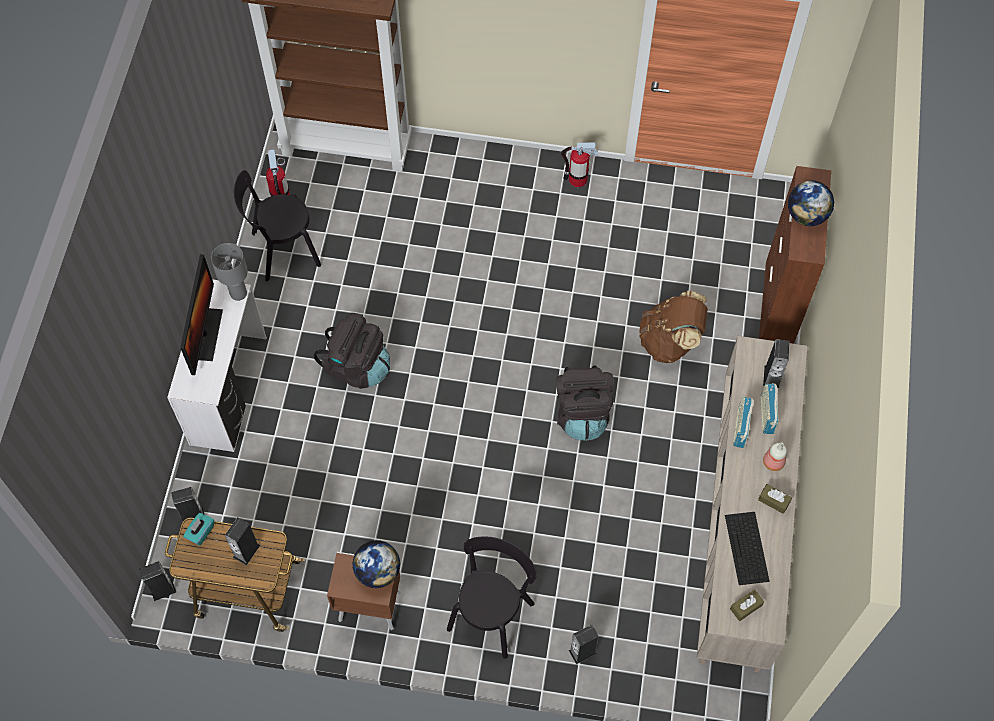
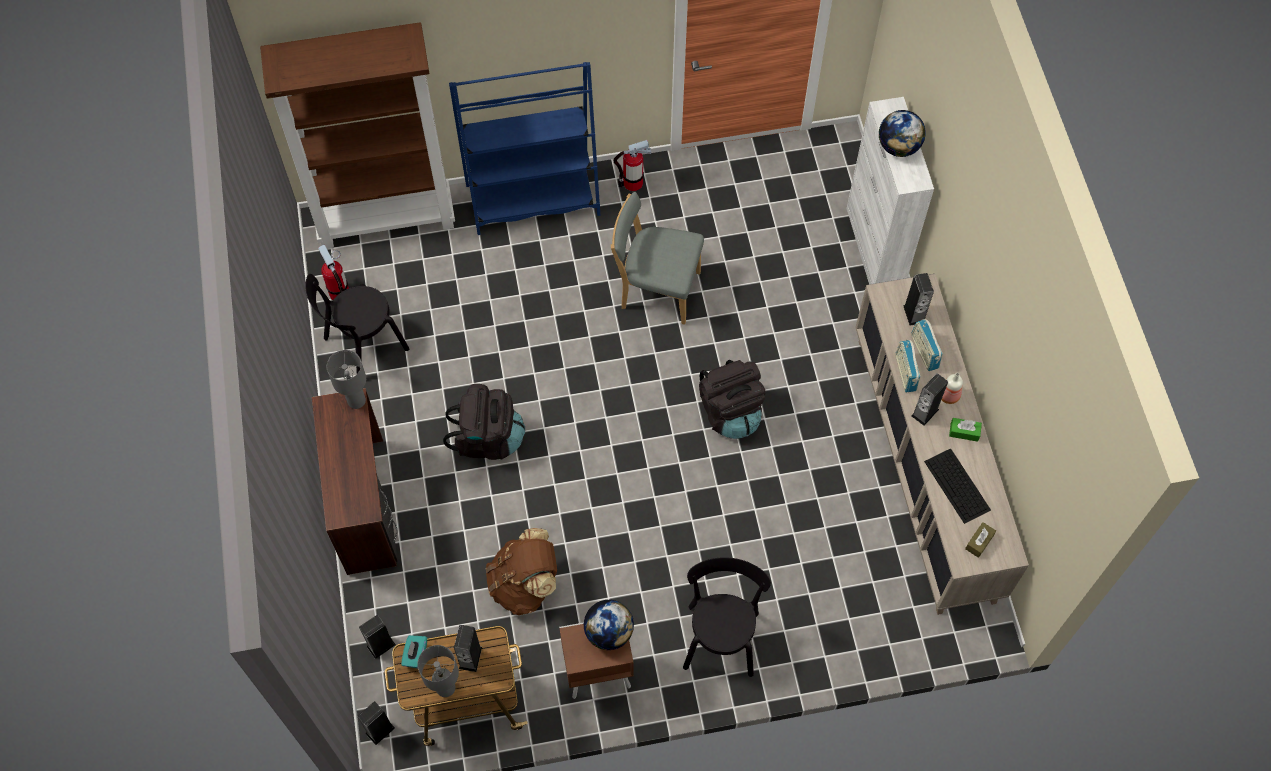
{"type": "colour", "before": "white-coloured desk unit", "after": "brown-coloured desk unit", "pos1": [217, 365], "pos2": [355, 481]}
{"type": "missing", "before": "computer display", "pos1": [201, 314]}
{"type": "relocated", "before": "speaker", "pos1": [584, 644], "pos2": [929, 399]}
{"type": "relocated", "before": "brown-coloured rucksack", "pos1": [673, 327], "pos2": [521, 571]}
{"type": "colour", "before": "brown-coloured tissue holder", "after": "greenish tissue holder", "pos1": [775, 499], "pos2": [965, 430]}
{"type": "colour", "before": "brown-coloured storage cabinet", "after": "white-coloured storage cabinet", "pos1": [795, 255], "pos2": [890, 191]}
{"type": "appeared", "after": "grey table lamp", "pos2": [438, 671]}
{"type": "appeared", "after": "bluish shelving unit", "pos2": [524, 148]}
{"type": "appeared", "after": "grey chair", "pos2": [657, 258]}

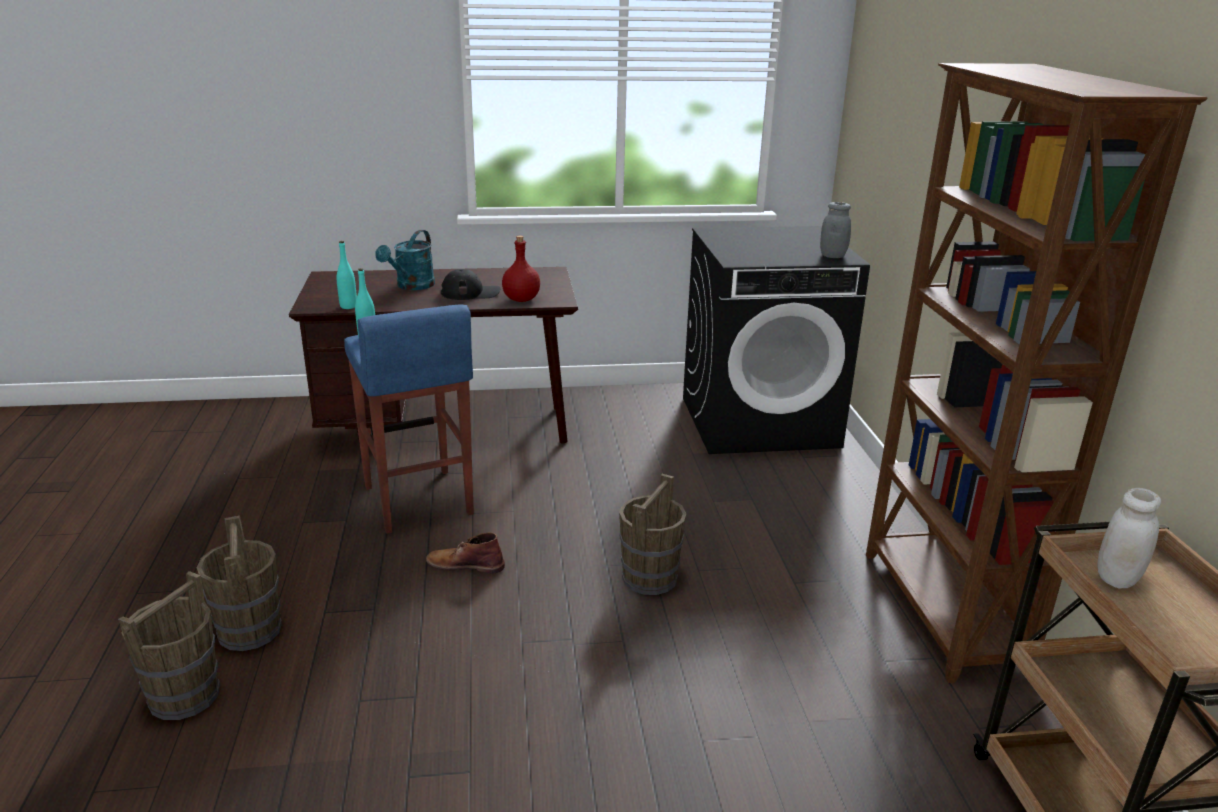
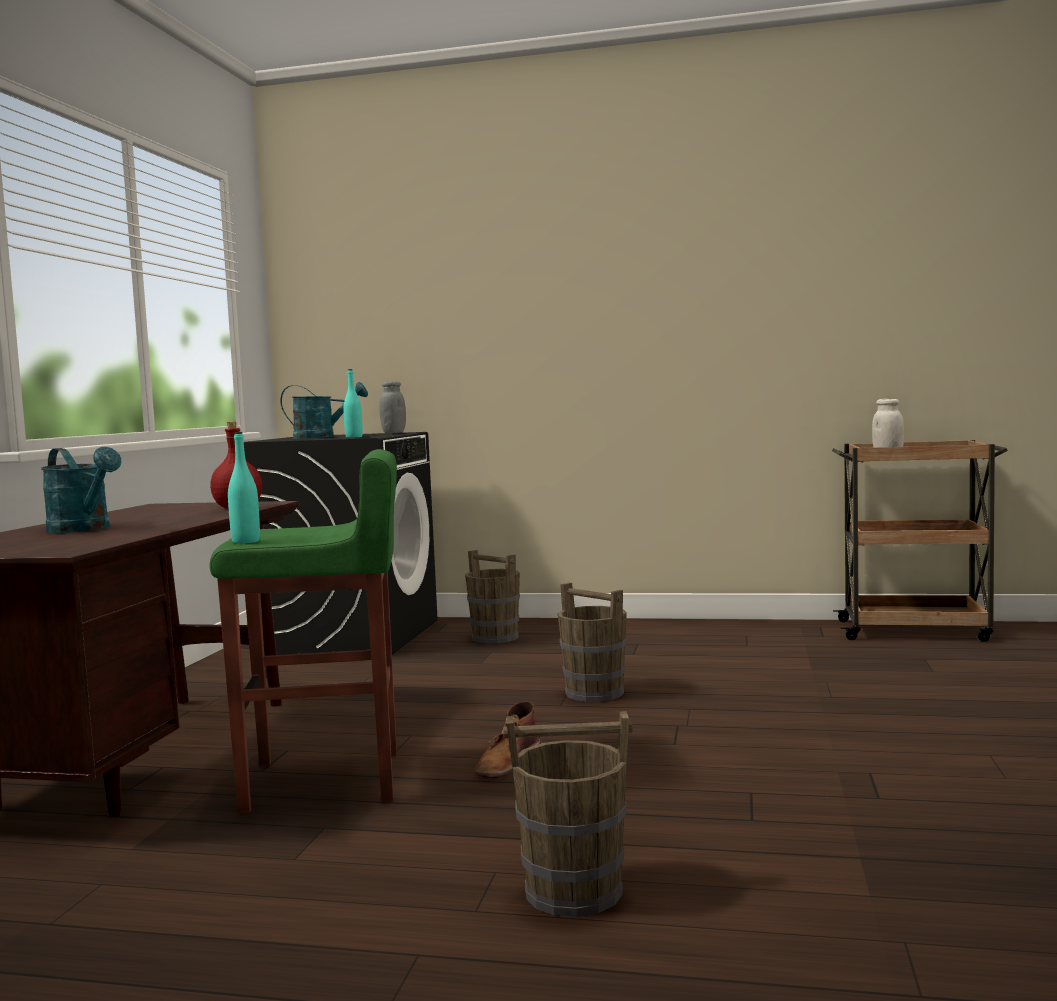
{"type": "relocated", "before": "brown-coloured bucket", "pos1": [169, 645], "pos2": [492, 597]}
{"type": "relocated", "before": "turquoise drink bottle", "pos1": [347, 275], "pos2": [353, 403]}
{"type": "colour", "before": "bluish stool", "after": "greenish stool", "pos1": [409, 419], "pos2": [303, 631]}
{"type": "missing", "before": "black cap", "pos1": [471, 284]}
{"type": "missing", "before": "brown-coloured shelving unit", "pos1": [1036, 373]}
{"type": "appeared", "after": "turquoise watering can", "pos2": [324, 410]}

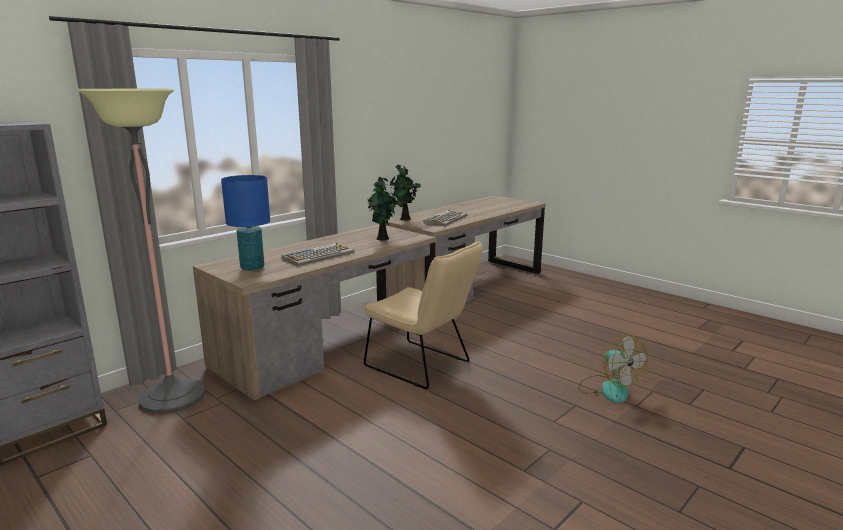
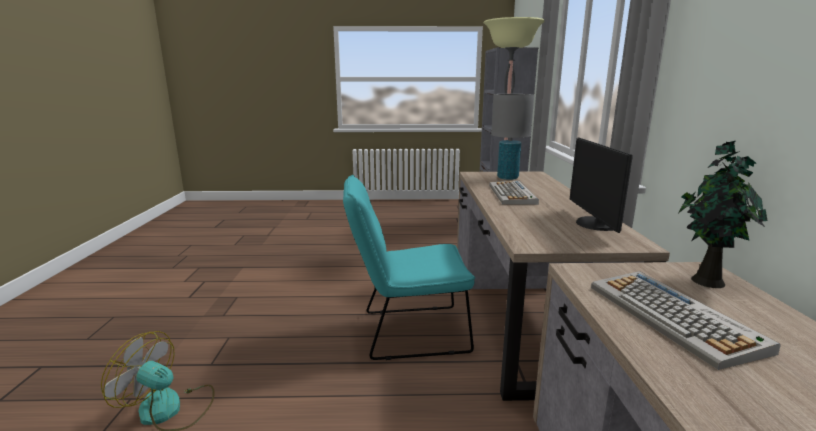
{"type": "colour", "before": "bluish table lamp", "after": "grey table lamp", "pos1": [245, 223], "pos2": [512, 137]}
{"type": "colour", "before": "sand-coloured chair", "after": "turquoise chair", "pos1": [423, 315], "pos2": [409, 267]}
{"type": "missing", "before": "houseplant", "pos1": [383, 208]}
{"type": "appeared", "after": "computer display", "pos2": [601, 185]}

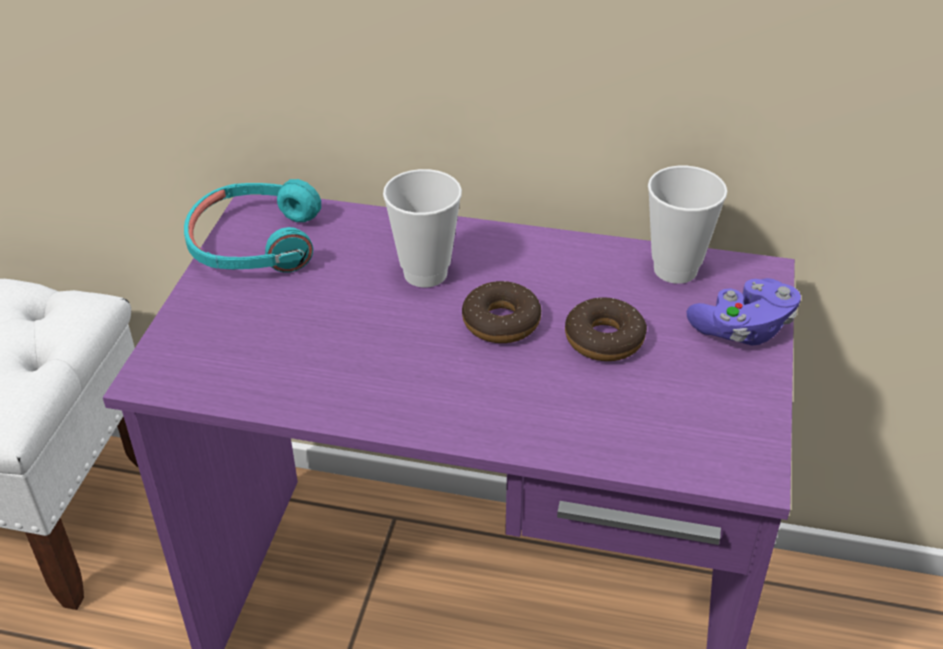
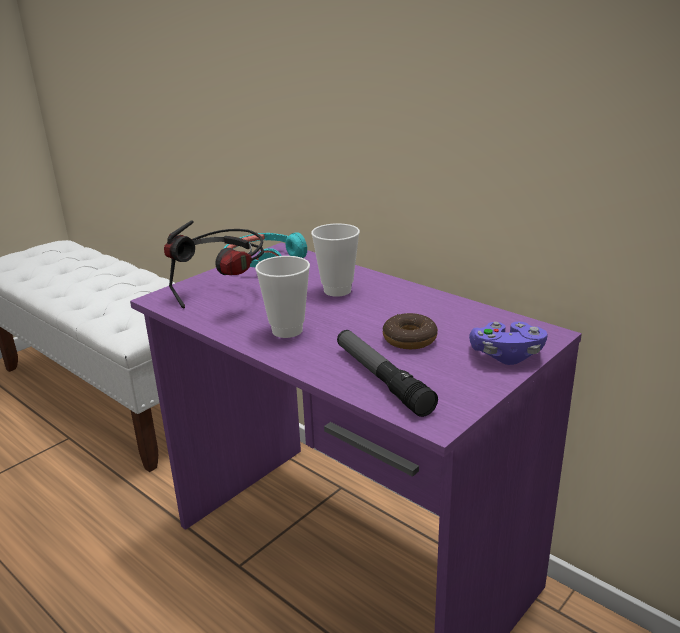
{"type": "missing", "before": "doughnut", "pos1": [501, 312]}
{"type": "relocated", "before": "drinking cup", "pos1": [687, 225], "pos2": [282, 297]}
{"type": "appeared", "after": "headphones", "pos2": [214, 264]}
{"type": "appeared", "after": "torch", "pos2": [387, 373]}

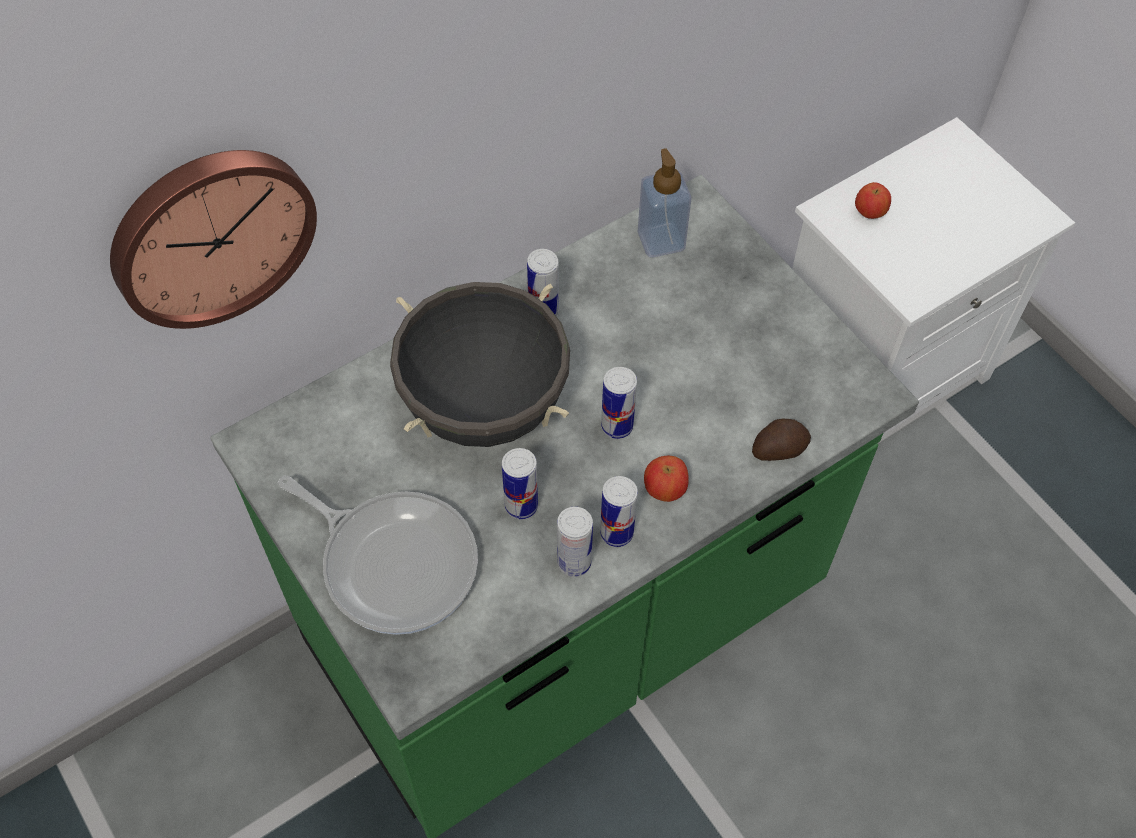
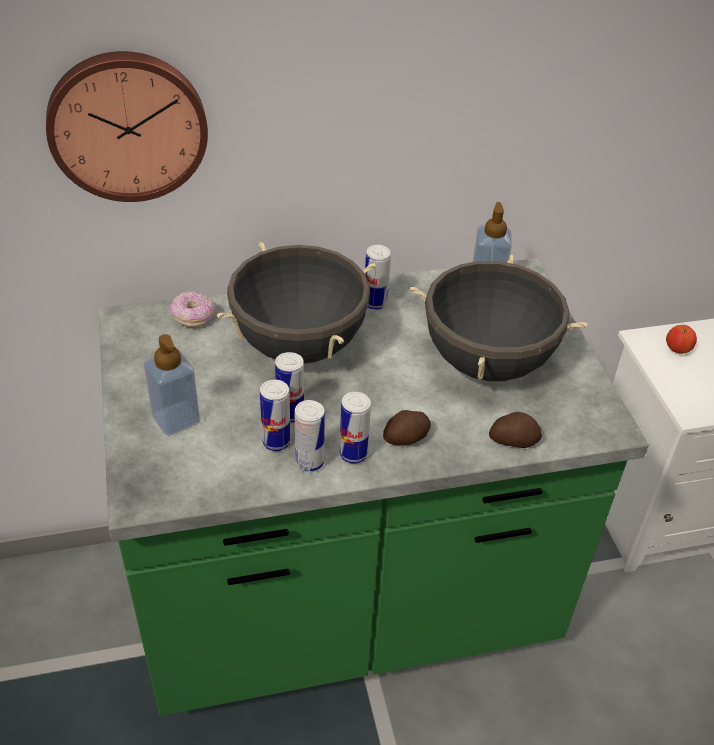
{"type": "exchanged", "before": "frying pan", "after": "soap bottle", "pos1": [378, 555], "pos2": [172, 385]}
{"type": "relocated", "before": "sealed can", "pos1": [619, 403], "pos2": [275, 415]}
{"type": "exchanged", "before": "apple", "after": "potato", "pos1": [666, 479], "pos2": [407, 427]}
{"type": "appeared", "after": "doughnut", "pos2": [192, 309]}
{"type": "appeared", "after": "black saucepot", "pos2": [498, 318]}

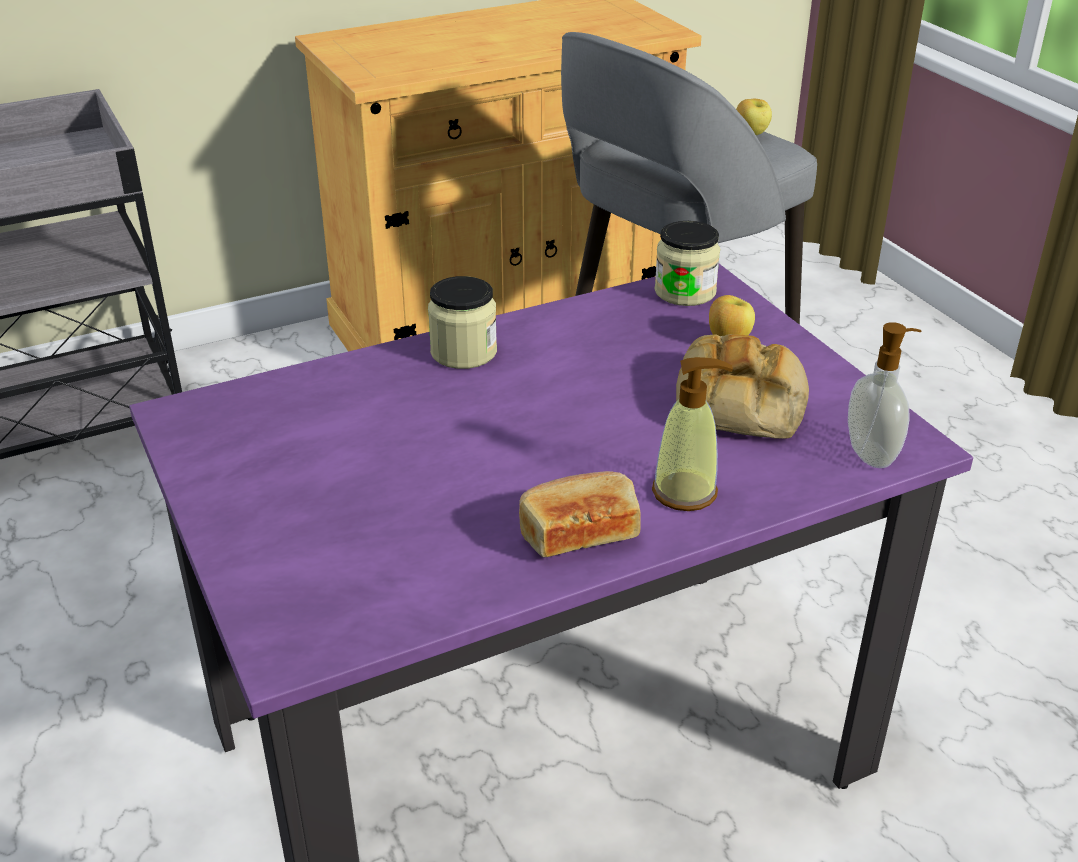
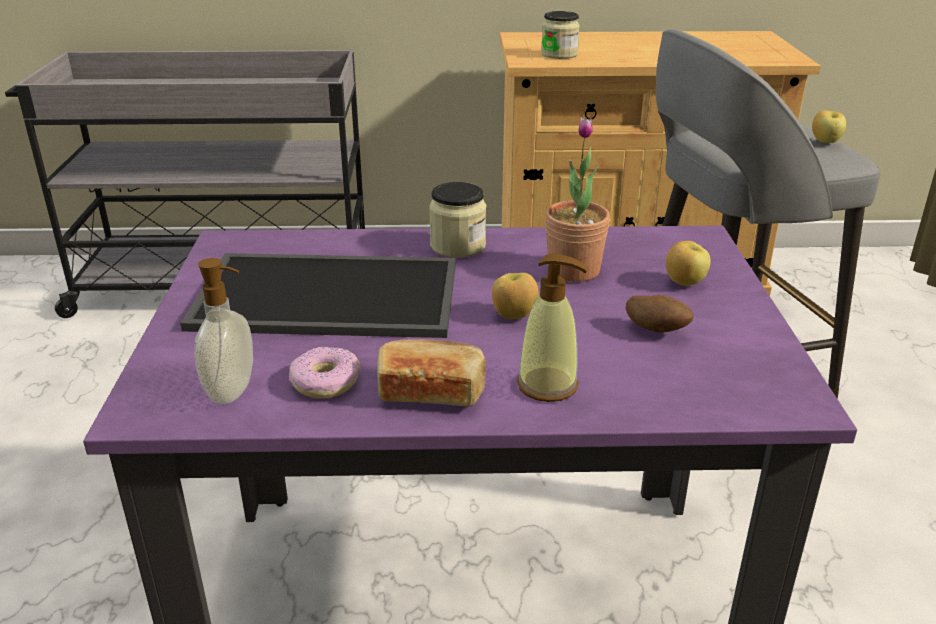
{"type": "relocated", "before": "preserve jar", "pos1": [687, 263], "pos2": [560, 35]}
{"type": "exchanged", "before": "bakery bread", "after": "potato", "pos1": [742, 386], "pos2": [660, 314]}
{"type": "relocated", "before": "soap bottle", "pos1": [884, 395], "pos2": [223, 331]}
{"type": "appeared", "after": "serving tray", "pos2": [318, 295]}
{"type": "appeared", "after": "doughnut", "pos2": [324, 372]}
{"type": "appeared", "after": "apple", "pos2": [515, 296]}
{"type": "appeared", "after": "houseplant", "pos2": [577, 199]}

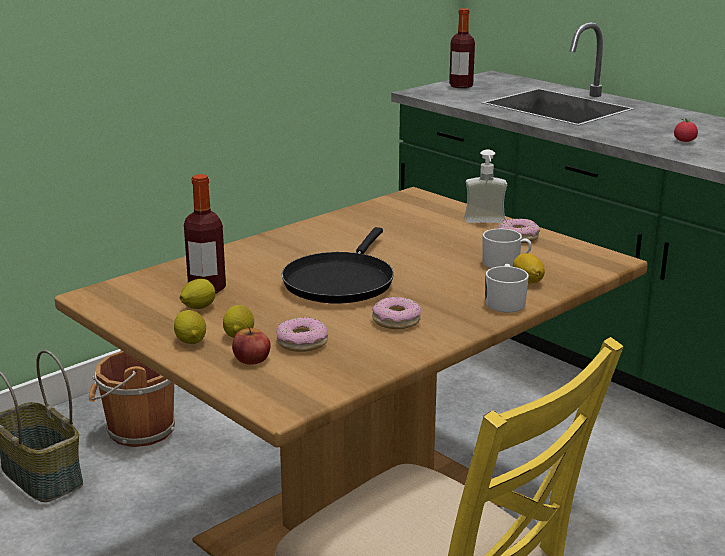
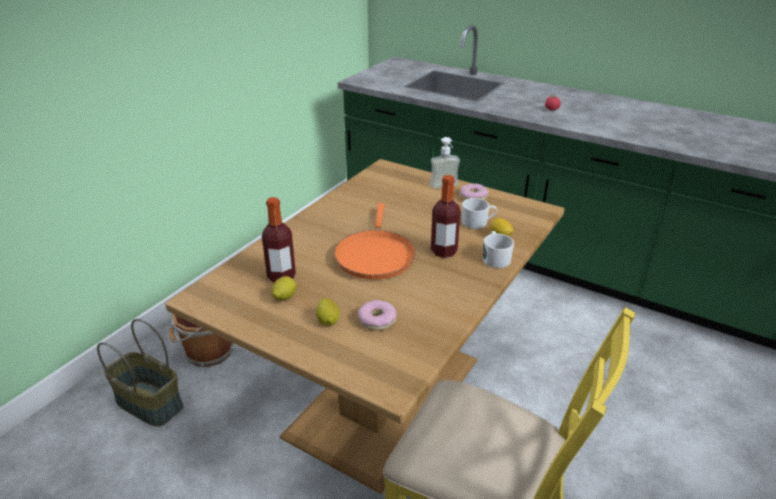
{"type": "missing", "before": "whole lemon", "pos1": [190, 327]}
{"type": "missing", "before": "apple", "pos1": [251, 344]}
{"type": "colour", "before": "black frying pan", "after": "orange-coloured frying pan", "pos1": [338, 265], "pos2": [375, 241]}
{"type": "missing", "before": "doughnut", "pos1": [396, 313]}
{"type": "relocated", "before": "drink bottle", "pos1": [462, 48], "pos2": [446, 216]}

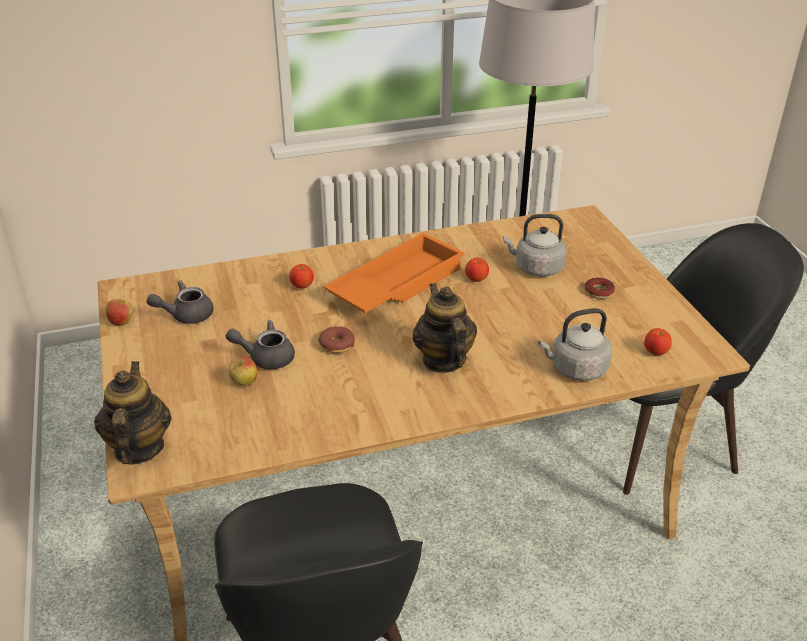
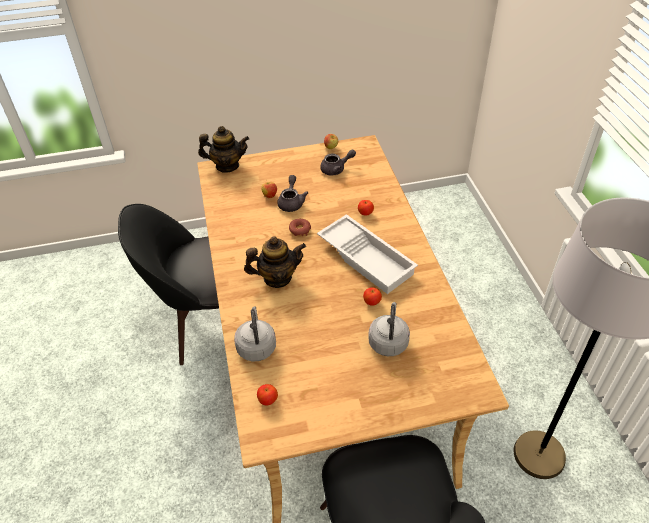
{"type": "spun", "before": "grey teapot", "pos1": [180, 302], "pos2": [338, 163], "turn": 90}
{"type": "colour", "before": "orange-coloured serving tray", "after": "white-coloured serving tray", "pos1": [394, 273], "pos2": [367, 254]}
{"type": "missing", "before": "doughnut", "pos1": [600, 288]}

